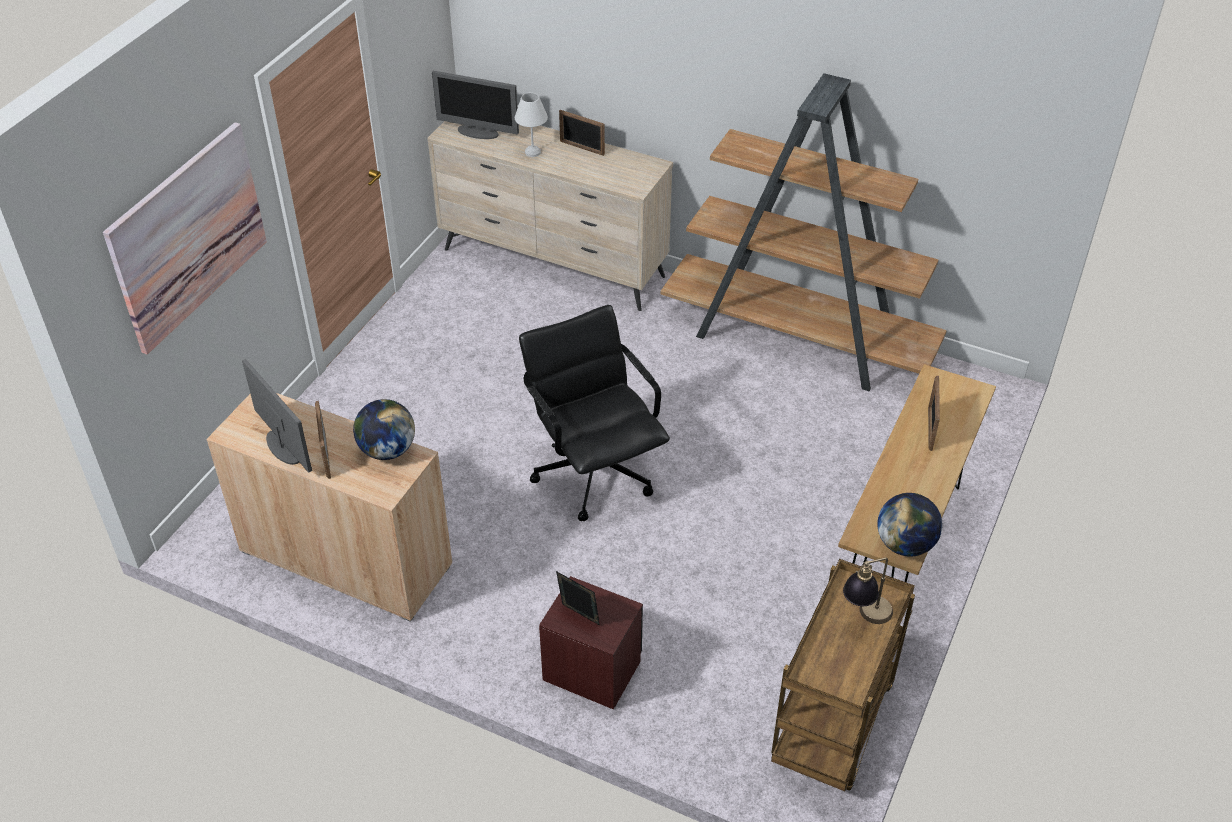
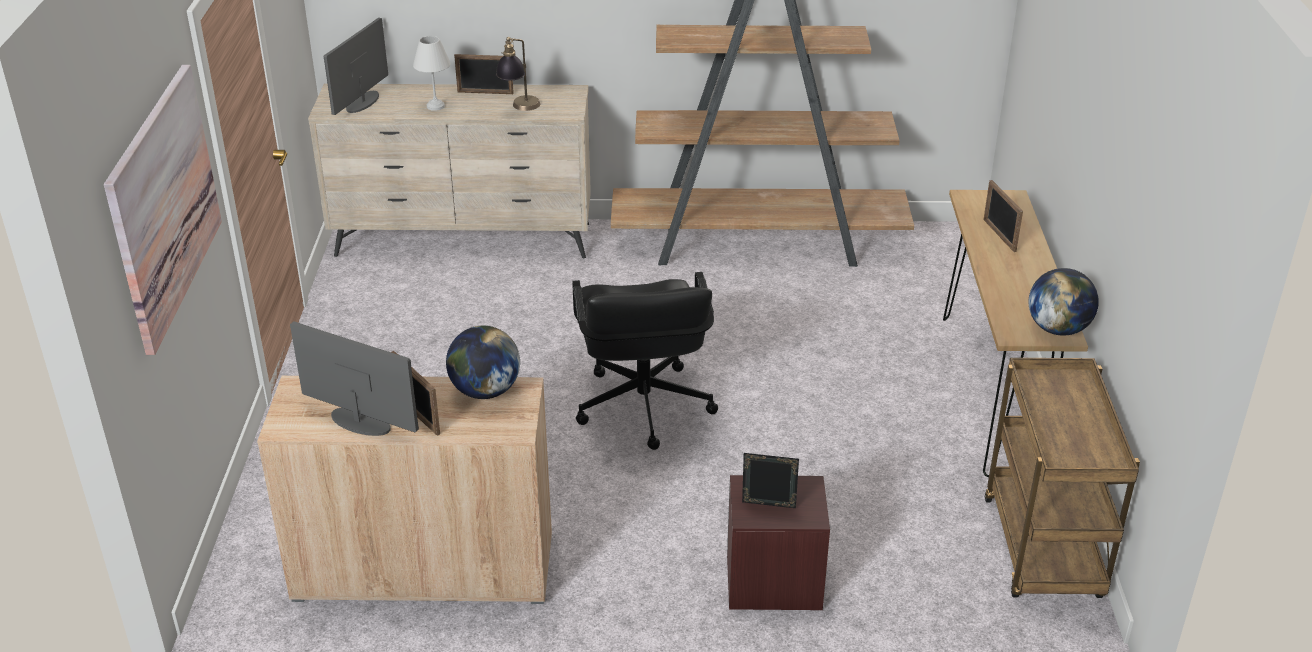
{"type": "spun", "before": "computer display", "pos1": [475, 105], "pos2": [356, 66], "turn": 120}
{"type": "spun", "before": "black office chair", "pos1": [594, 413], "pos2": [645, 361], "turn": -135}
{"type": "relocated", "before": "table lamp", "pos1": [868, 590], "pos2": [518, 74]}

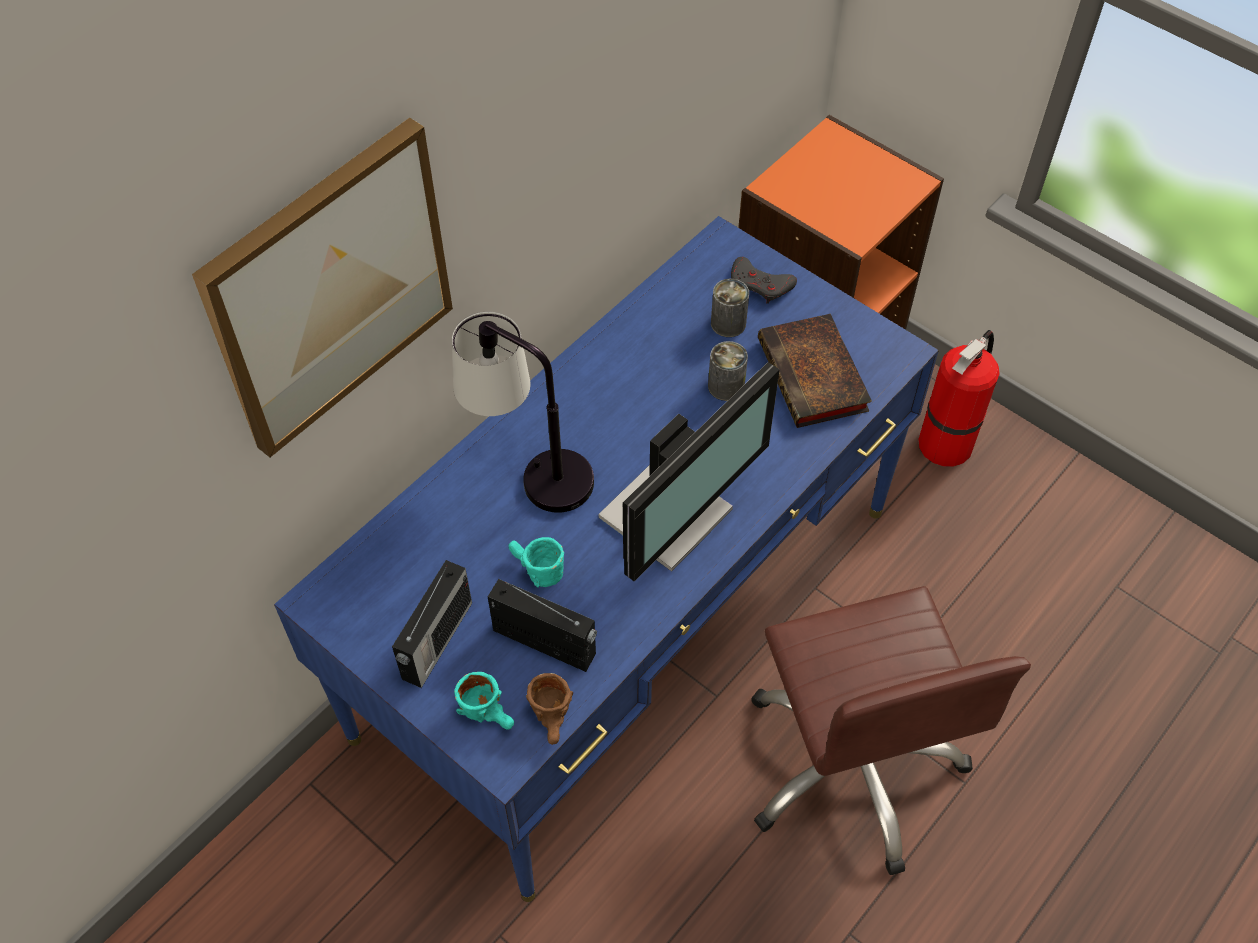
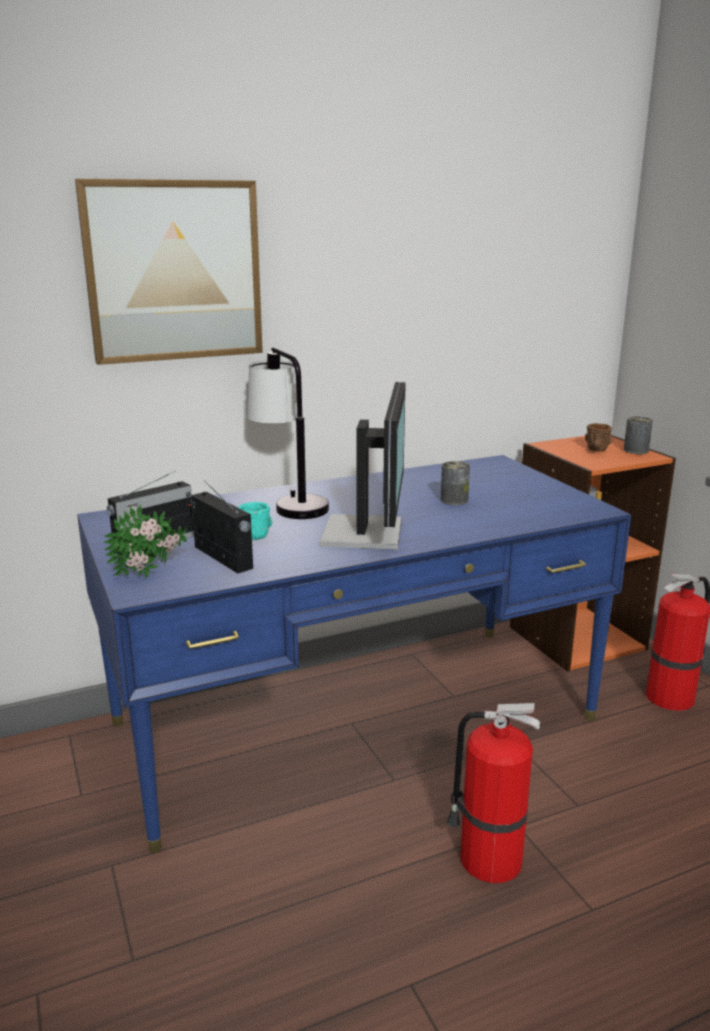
{"type": "exchanged", "before": "turquoise coffee mug", "after": "houseplant", "pos1": [484, 701], "pos2": [145, 541]}
{"type": "relocated", "before": "brown-coloured coffee mug", "pos1": [549, 709], "pos2": [598, 437]}
{"type": "spun", "before": "computer display", "pos1": [689, 472], "pos2": [363, 466], "turn": -60}
{"type": "relocated", "before": "sealed can", "pos1": [730, 308], "pos2": [638, 435]}
{"type": "missing", "before": "grey gamepad", "pos1": [764, 280]}
{"type": "exchanged", "before": "brown-coloured office chair", "after": "fire extinguisher", "pos1": [891, 730], "pos2": [493, 793]}
{"type": "missing", "before": "book", "pos1": [815, 371]}

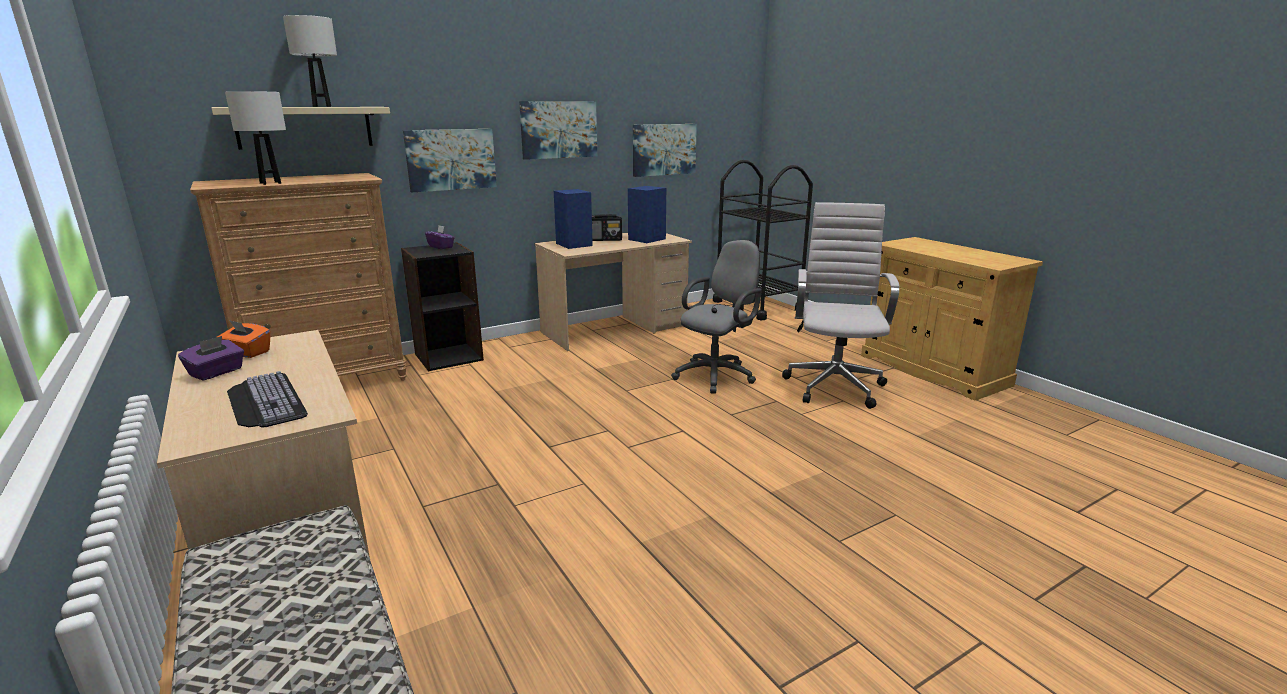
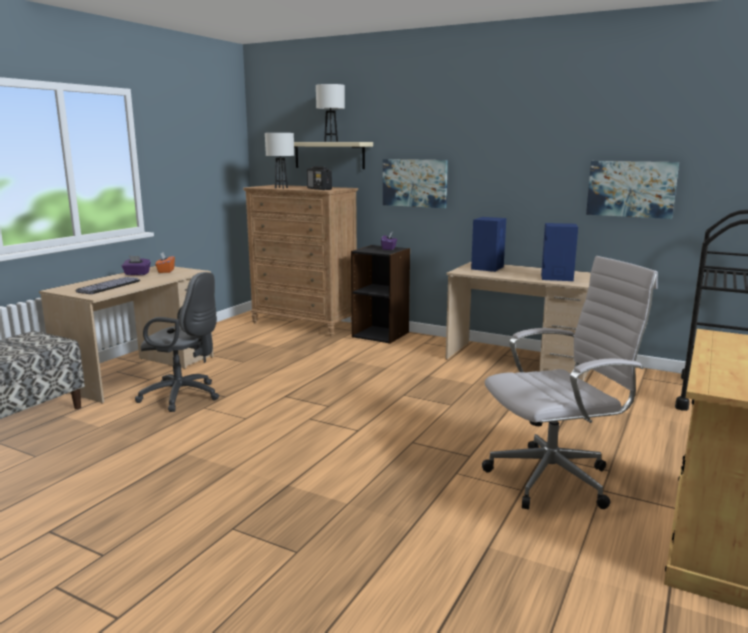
{"type": "missing", "before": "wall art", "pos1": [558, 130]}
{"type": "relocated", "before": "radio receiver", "pos1": [607, 227], "pos2": [319, 178]}
{"type": "relocated", "before": "grey office chair", "pos1": [716, 317], "pos2": [177, 342]}

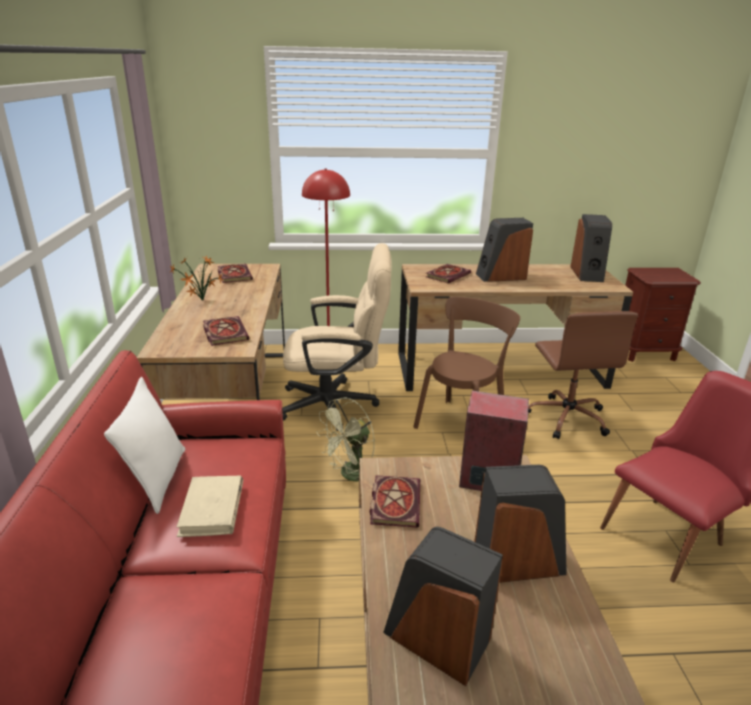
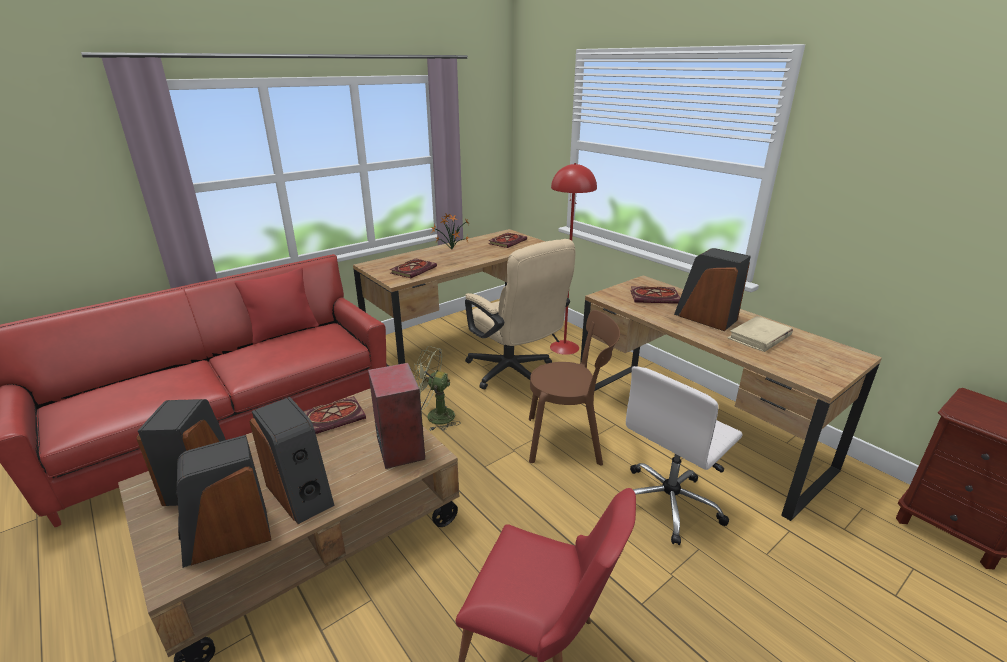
{"type": "colour", "before": "white-coloured pillow", "after": "red-coloured pillow", "pos1": [144, 445], "pos2": [277, 306]}
{"type": "relocated", "before": "sand-coloured book", "pos1": [210, 506], "pos2": [760, 334]}
{"type": "colour", "before": "brown-coloured office chair", "after": "white-coloured office chair", "pos1": [583, 375], "pos2": [684, 455]}
{"type": "relocated", "before": "speaker", "pos1": [591, 248], "pos2": [223, 501]}

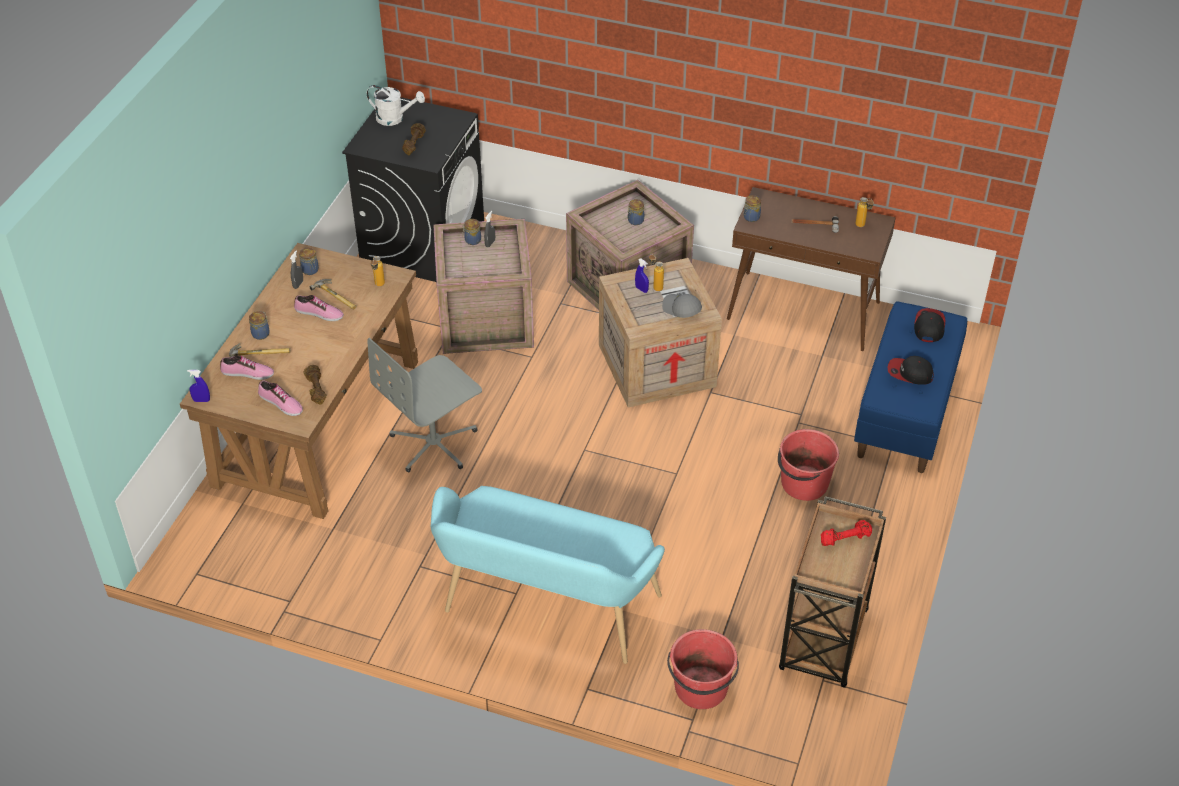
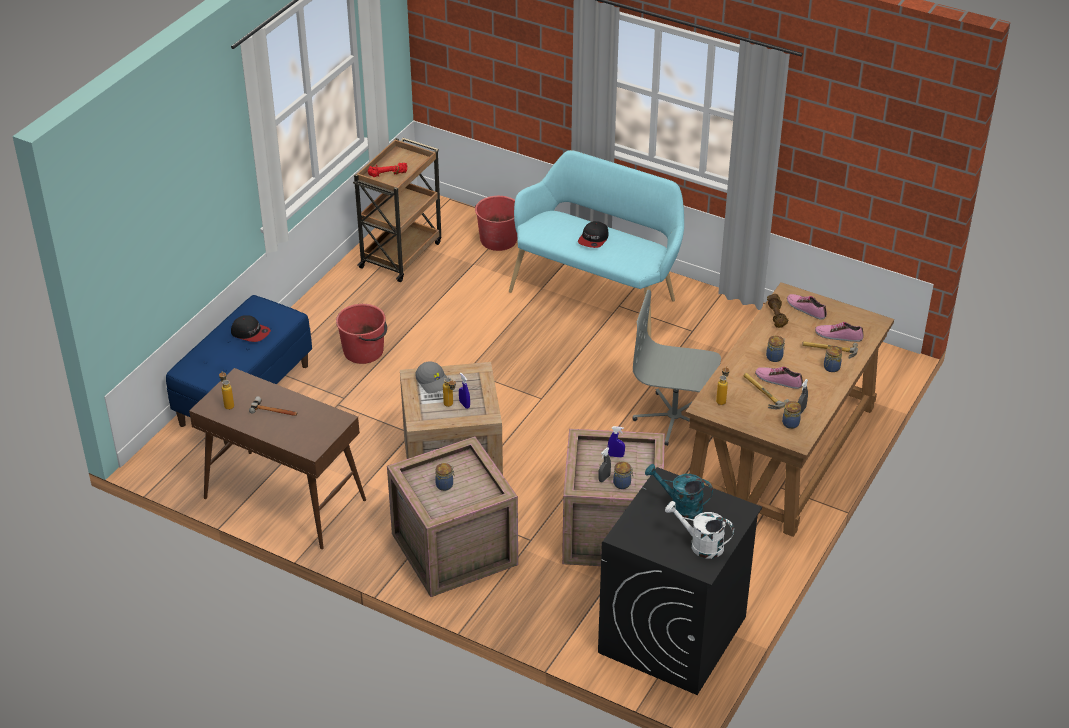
{"type": "relocated", "before": "bluish sprayer", "pos1": [198, 386], "pos2": [616, 442]}
{"type": "spun", "before": "grey office chair", "pos1": [425, 405], "pos2": [677, 368], "turn": -135}
{"type": "exchanged", "before": "brown-coloured hand weight", "after": "turquoise watering can", "pos1": [414, 139], "pos2": [679, 491]}
{"type": "relocated", "before": "preserve jar", "pos1": [752, 208], "pos2": [775, 349]}
{"type": "relocated", "before": "cap", "pos1": [929, 325], "pos2": [593, 234]}

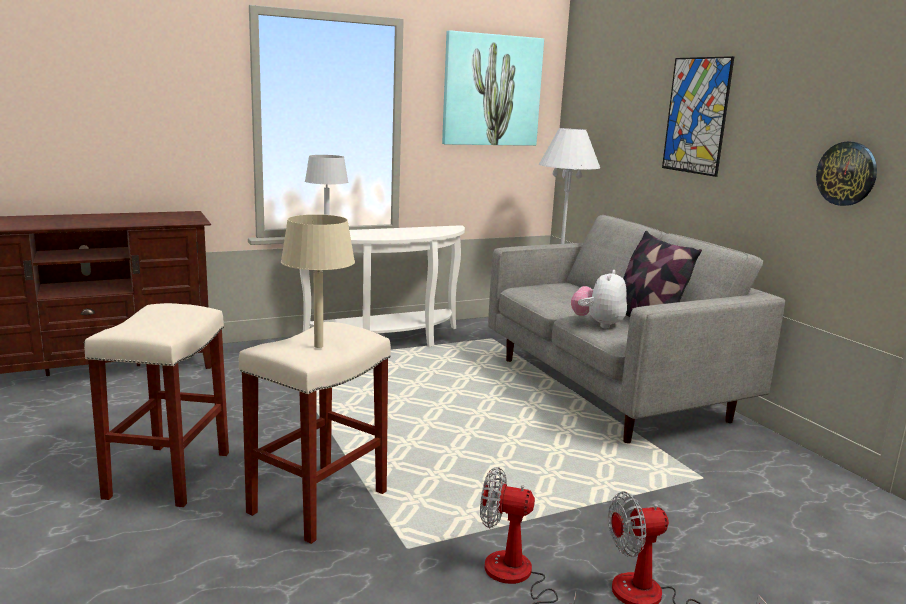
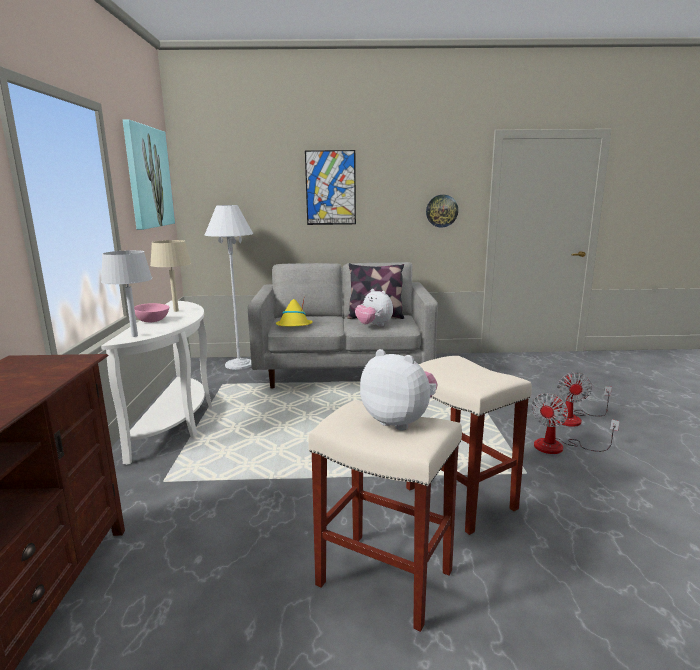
{"type": "relocated", "before": "sand-coloured table lamp", "pos1": [318, 281], "pos2": [170, 276]}
{"type": "appeared", "after": "pink-coloured bowl", "pos2": [151, 312]}
{"type": "appeared", "after": "yellow wearable hat", "pos2": [294, 312]}
{"type": "appeared", "after": "cuddly toy", "pos2": [398, 389]}

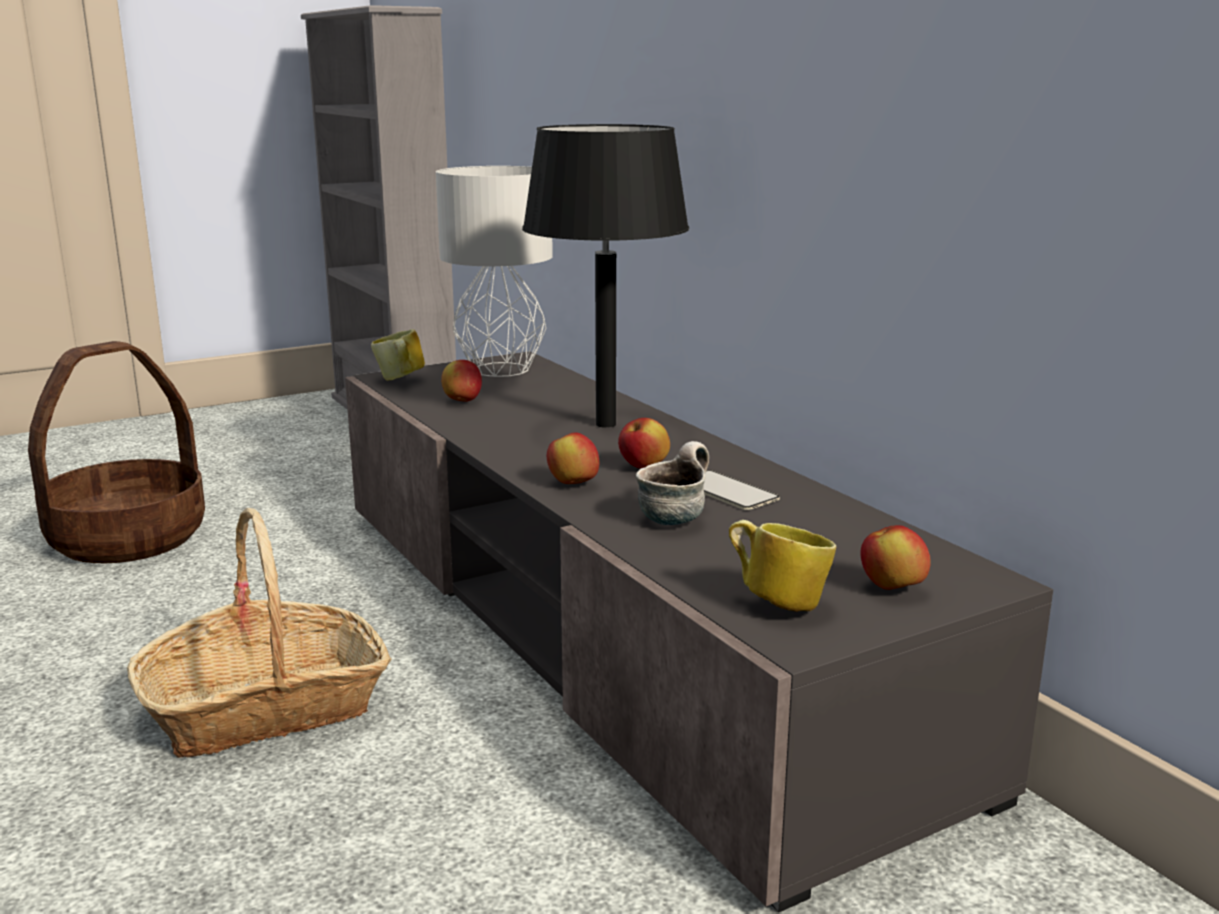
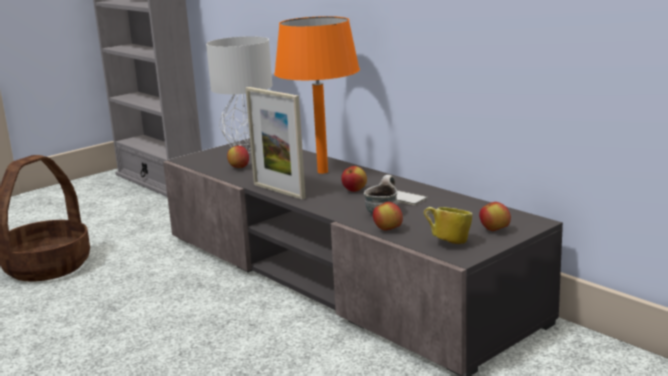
{"type": "missing", "before": "storage basket", "pos1": [259, 633]}
{"type": "missing", "before": "coffee mug", "pos1": [398, 355]}
{"type": "colour", "before": "black table lamp", "after": "orange-coloured table lamp", "pos1": [605, 276], "pos2": [317, 95]}
{"type": "relocated", "before": "apple", "pos1": [573, 458], "pos2": [388, 216]}
{"type": "appeared", "after": "photo frame", "pos2": [275, 143]}

